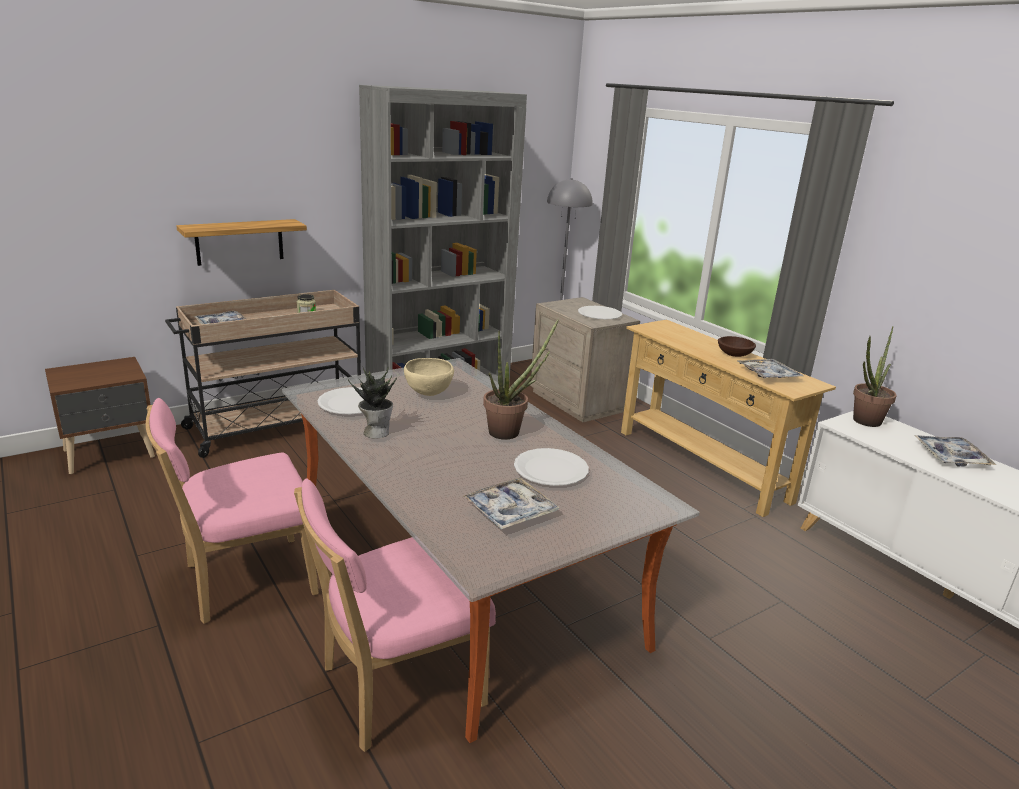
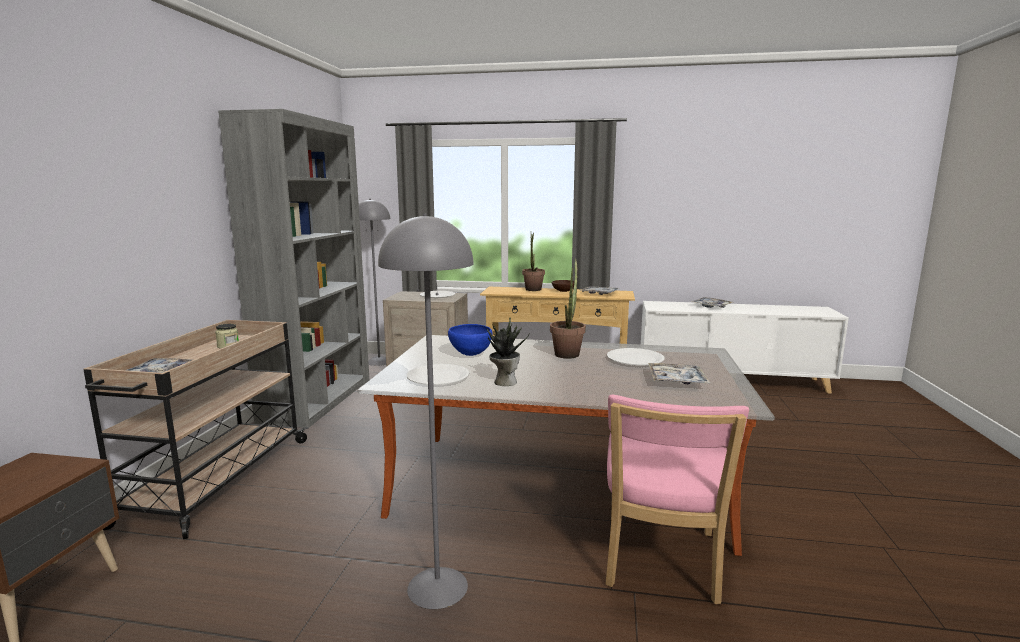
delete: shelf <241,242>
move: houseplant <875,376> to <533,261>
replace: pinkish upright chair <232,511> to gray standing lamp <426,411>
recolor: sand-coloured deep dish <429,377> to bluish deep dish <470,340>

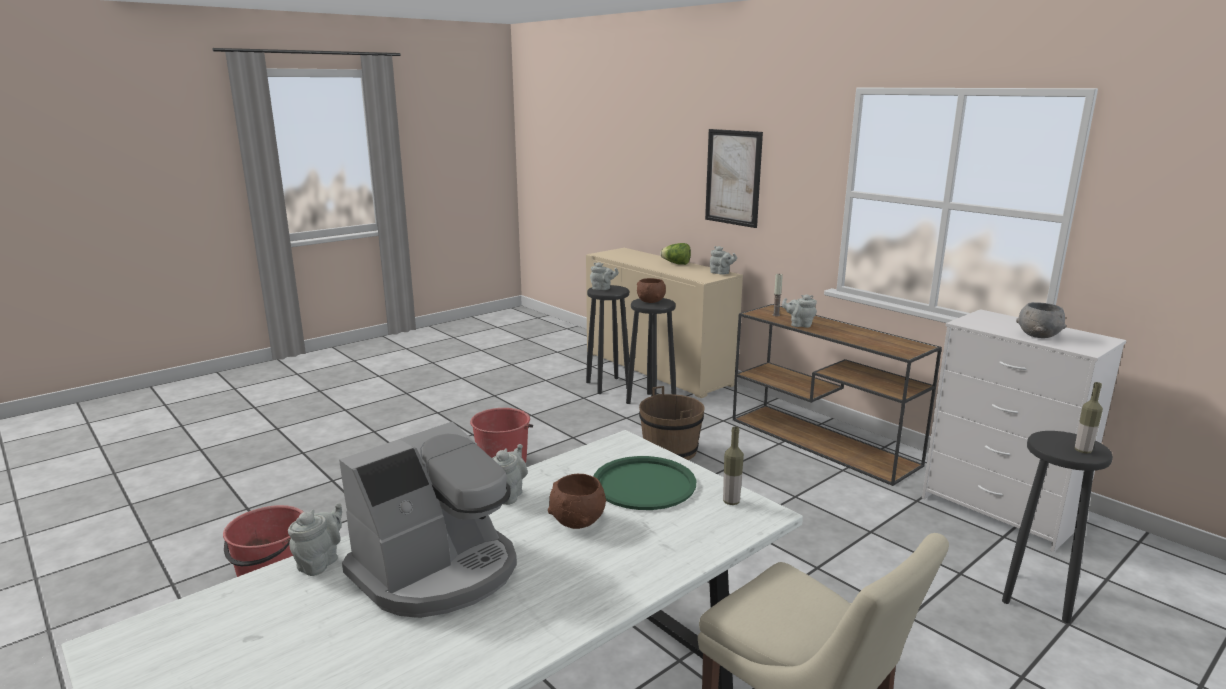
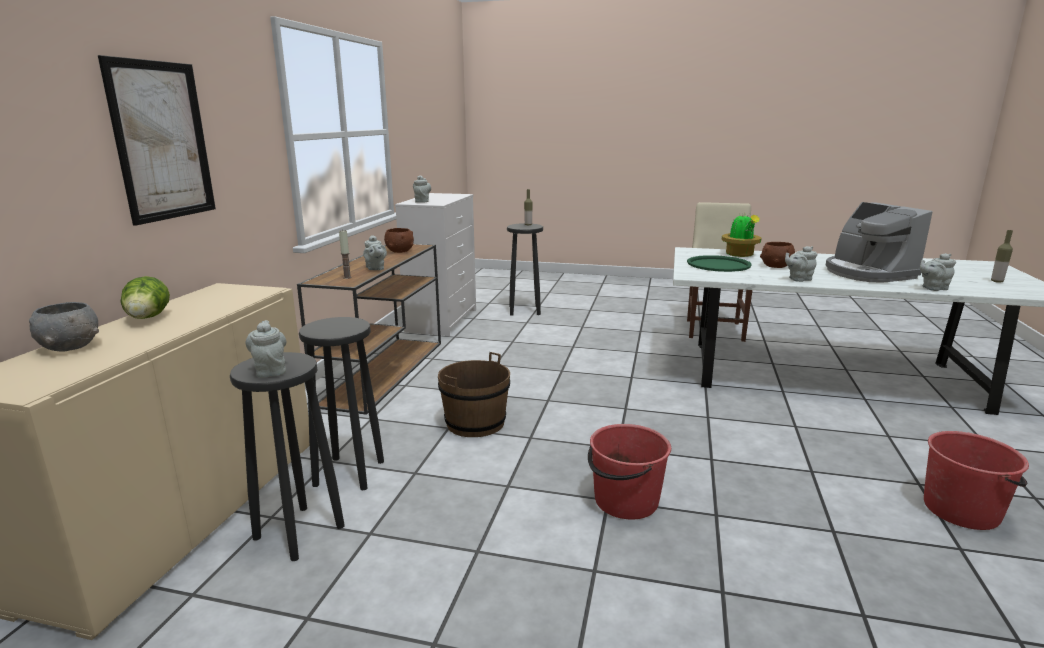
insert: houseplant <741,235>
move: brown deep dish <651,290> to <399,240>; gray teapot <723,260> to <422,189>; drink bottle <733,466> to <1002,256>; gray deep dish <1041,320> to <64,327>
rotate: coffee brewer <428,520> = <879,242> 120 degrees counterclockwise

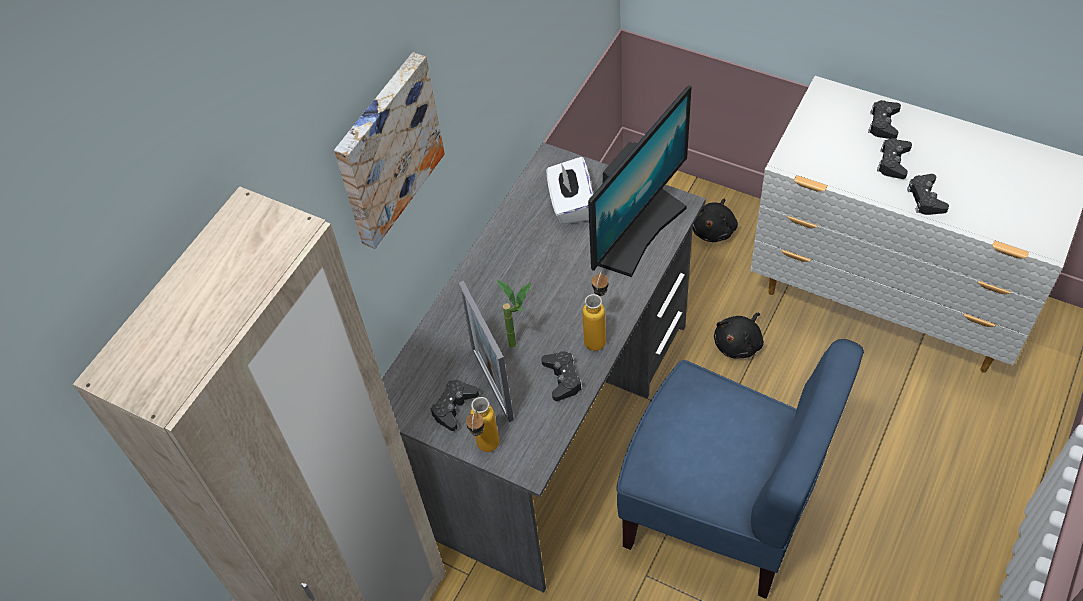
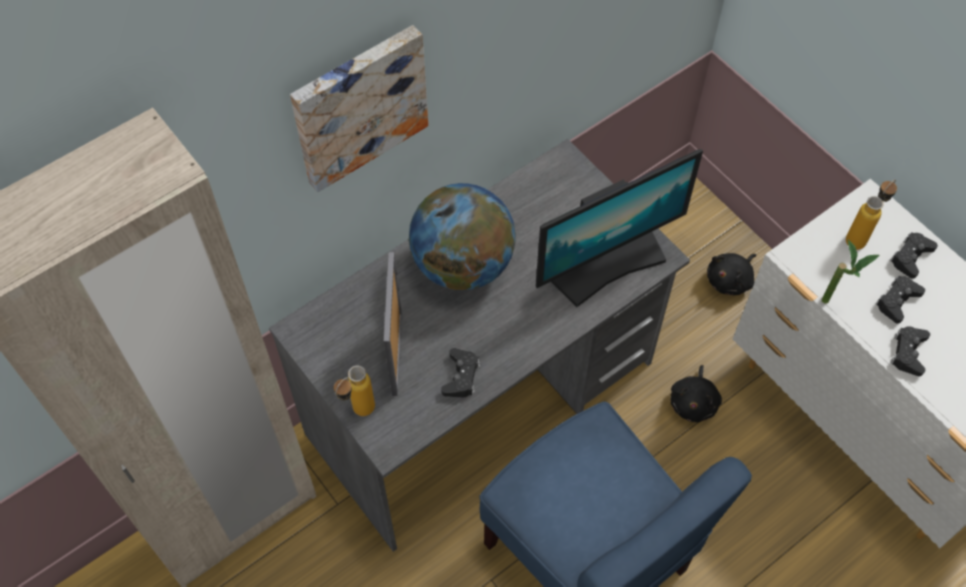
delete: black-coloured gamepad <455,405>; white-coloured box of tissues <570,190>
insert: globe <462,236>
move: houseplant <514,314> to <850,272>; drink bottle <595,311> to <871,214>
rotate: black-coloured soft toy <739,336> = <696,393> 45 degrees counterclockwise

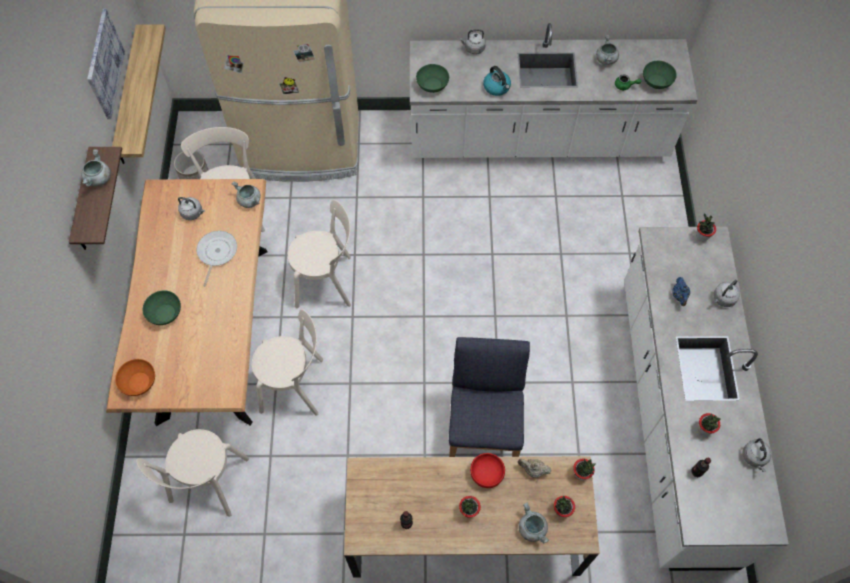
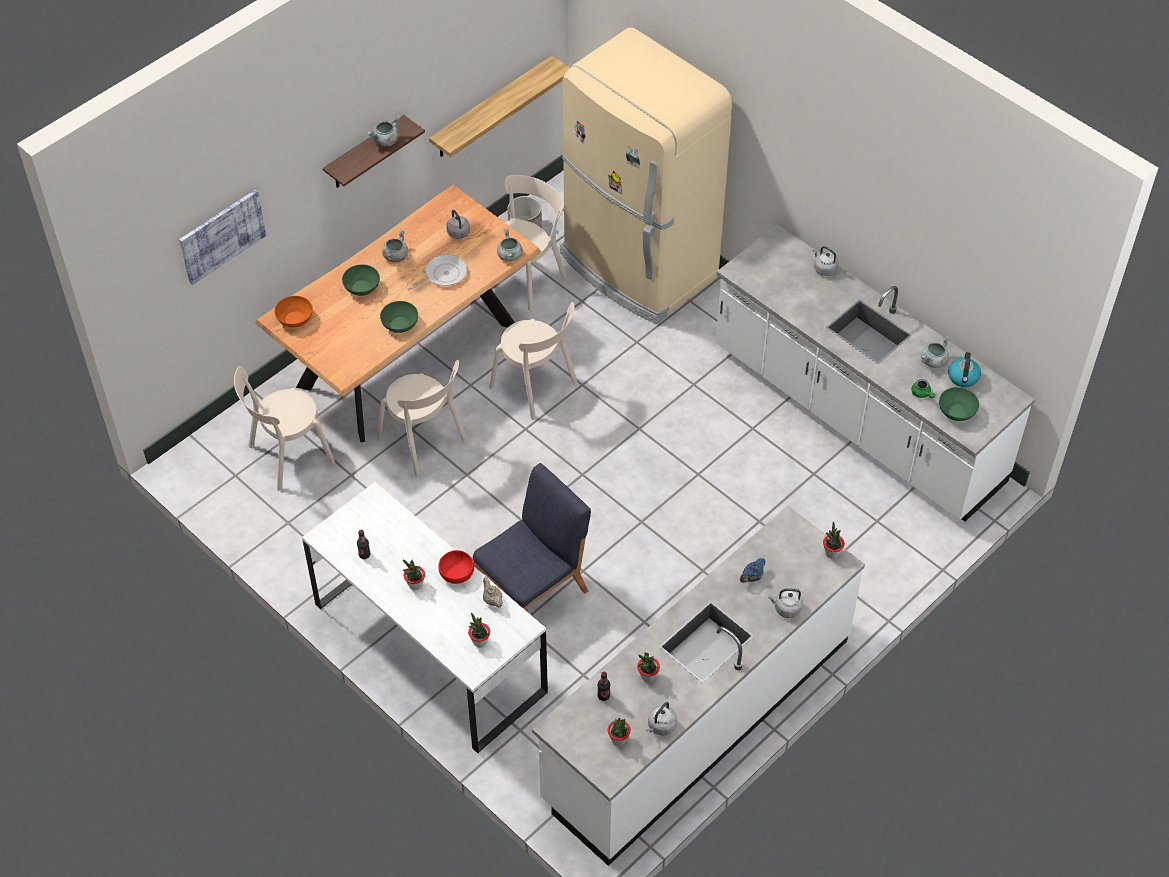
move: picture <106,64> to <222,237>; greenish deep dish <432,78> to <399,317>; kettle <497,81> to <964,369>; gray cooking pot <534,523> to <395,246>; houseplant <584,469> to <619,732>
recolor: brown desk unit <472,517> to white-coloured desk unit <425,617>

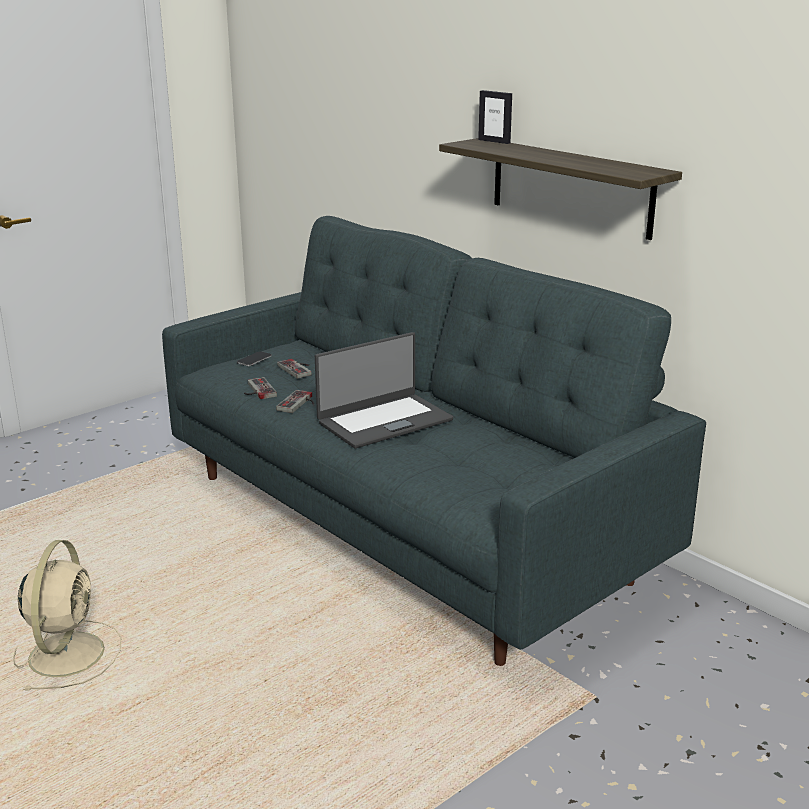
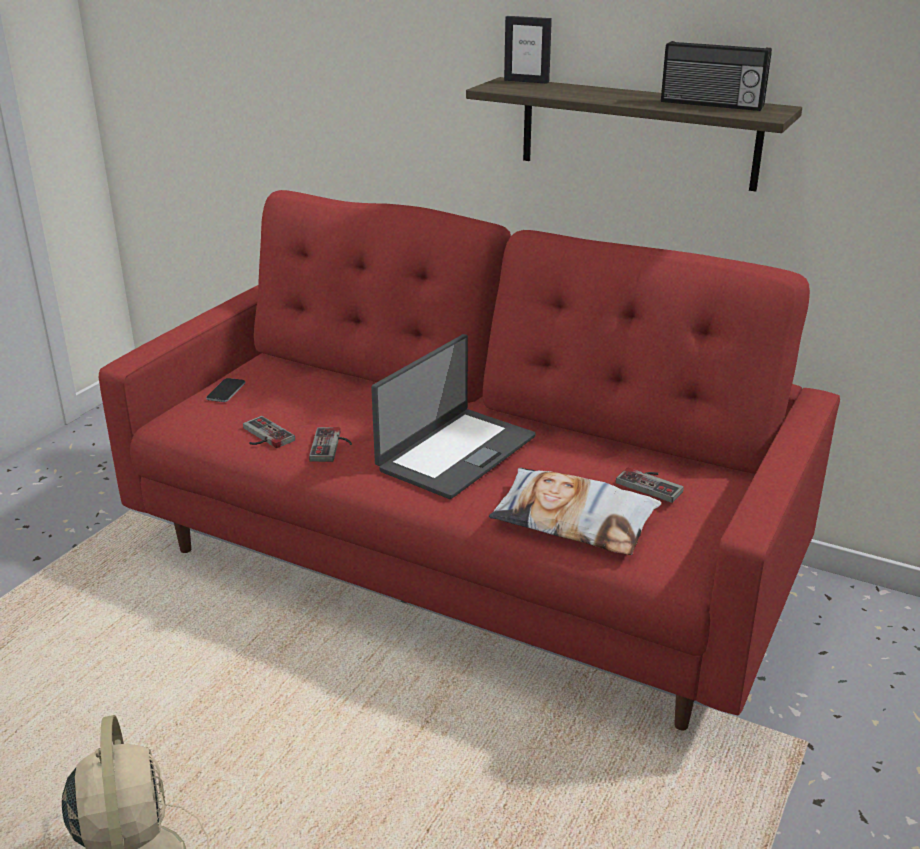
insert: throw pillow <575,511>; radio set <716,76>
move: gamepad <294,369> to <650,485>
recolor: gray settee <434,441> to red-coloured settee <469,460>

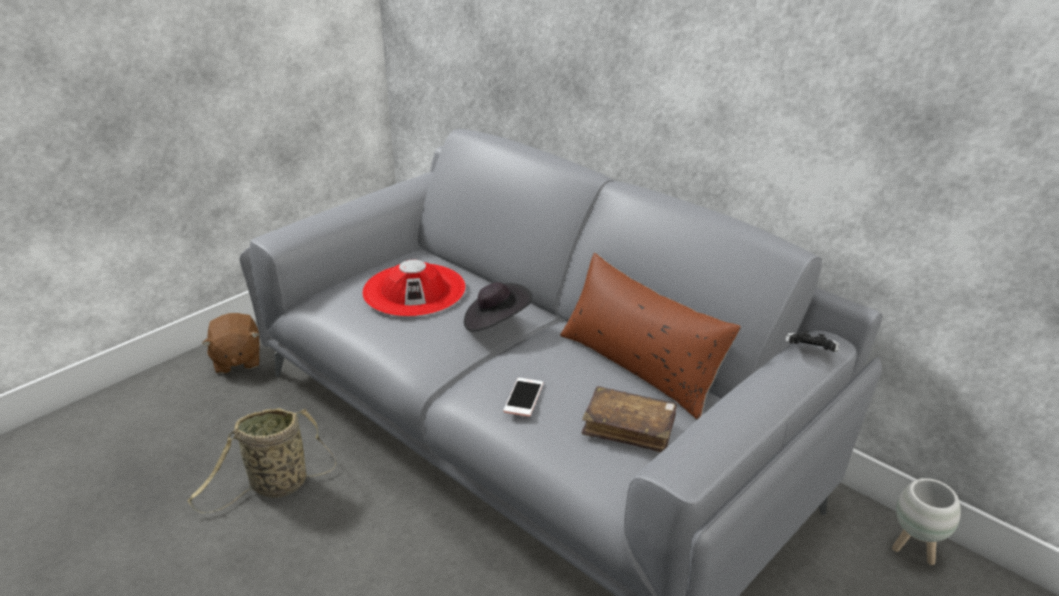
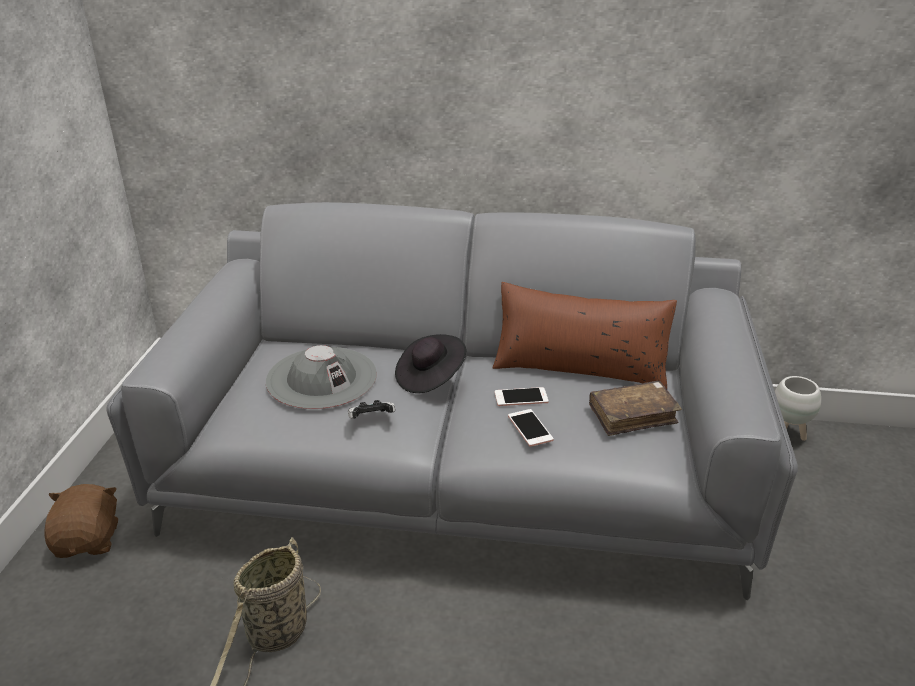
insert: phone <521,396>
move: gamepad <812,341> to <371,409>
recolor: red-coloured wearable hat <414,288> to gray wearable hat <321,377>
rotate: brown soft toy <231,343> = <81,521> 135 degrees counterclockwise

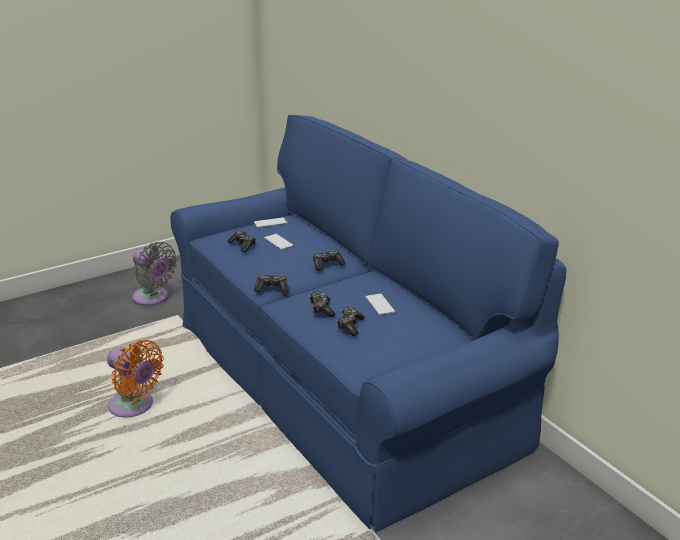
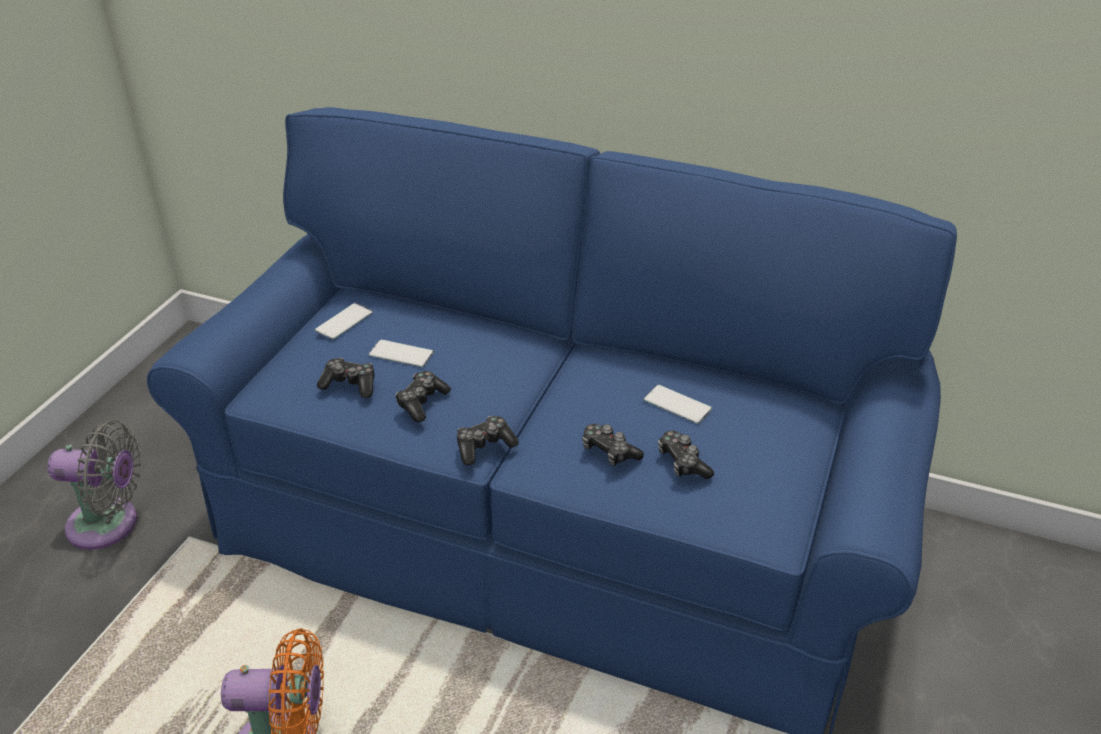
move: gamepad <329,260> to <423,396>

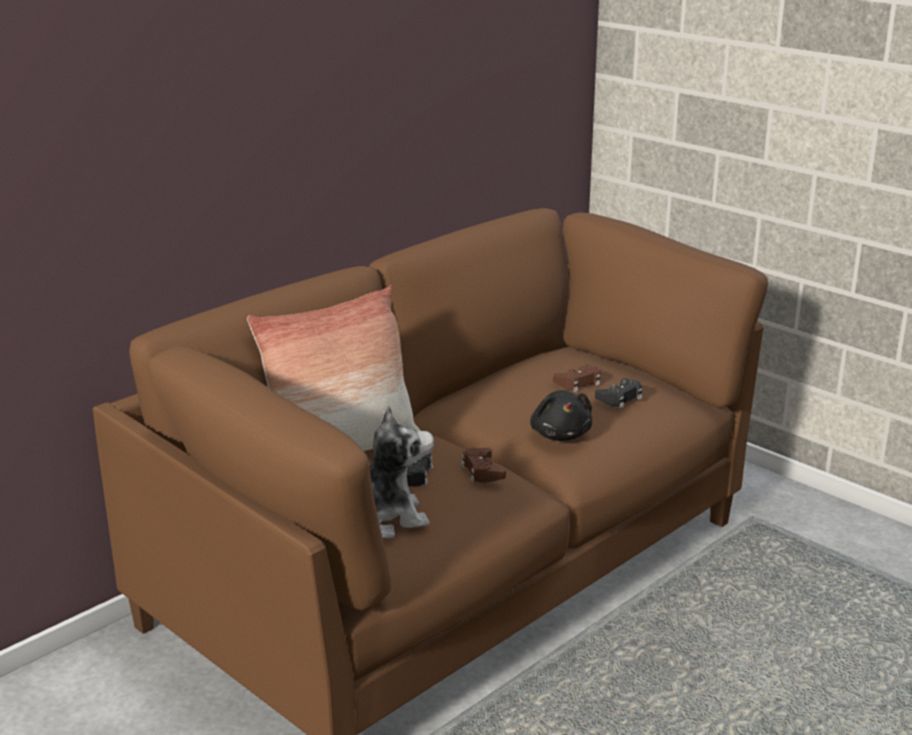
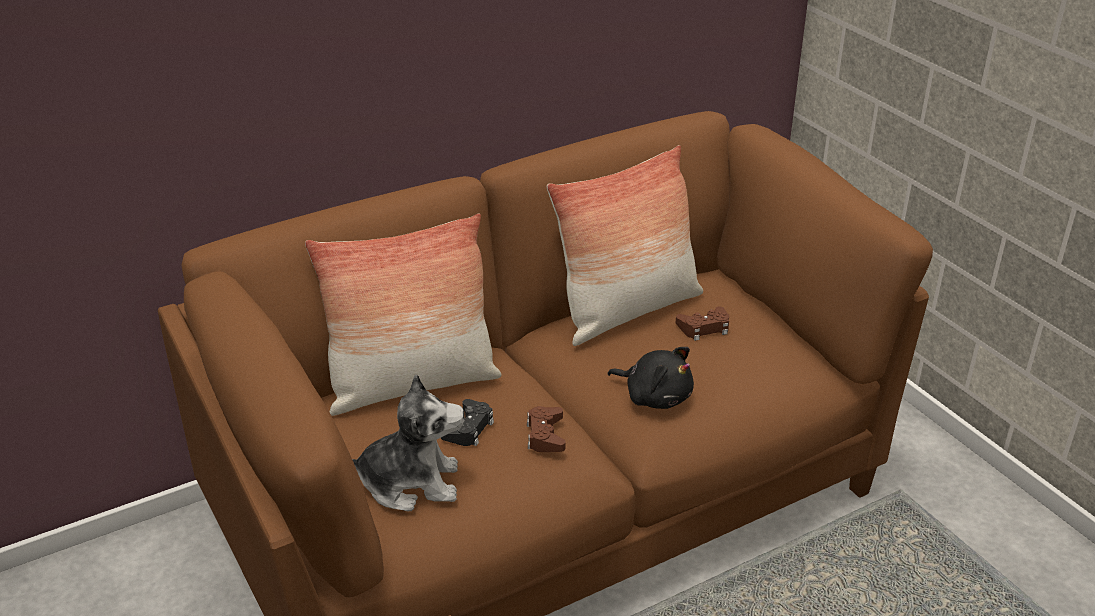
delete: black-coloured gamepad <618,393>
insert: throw pillow <625,245>
rotate: black-coloured soft toy <561,415> = <650,378> 60 degrees counterclockwise

